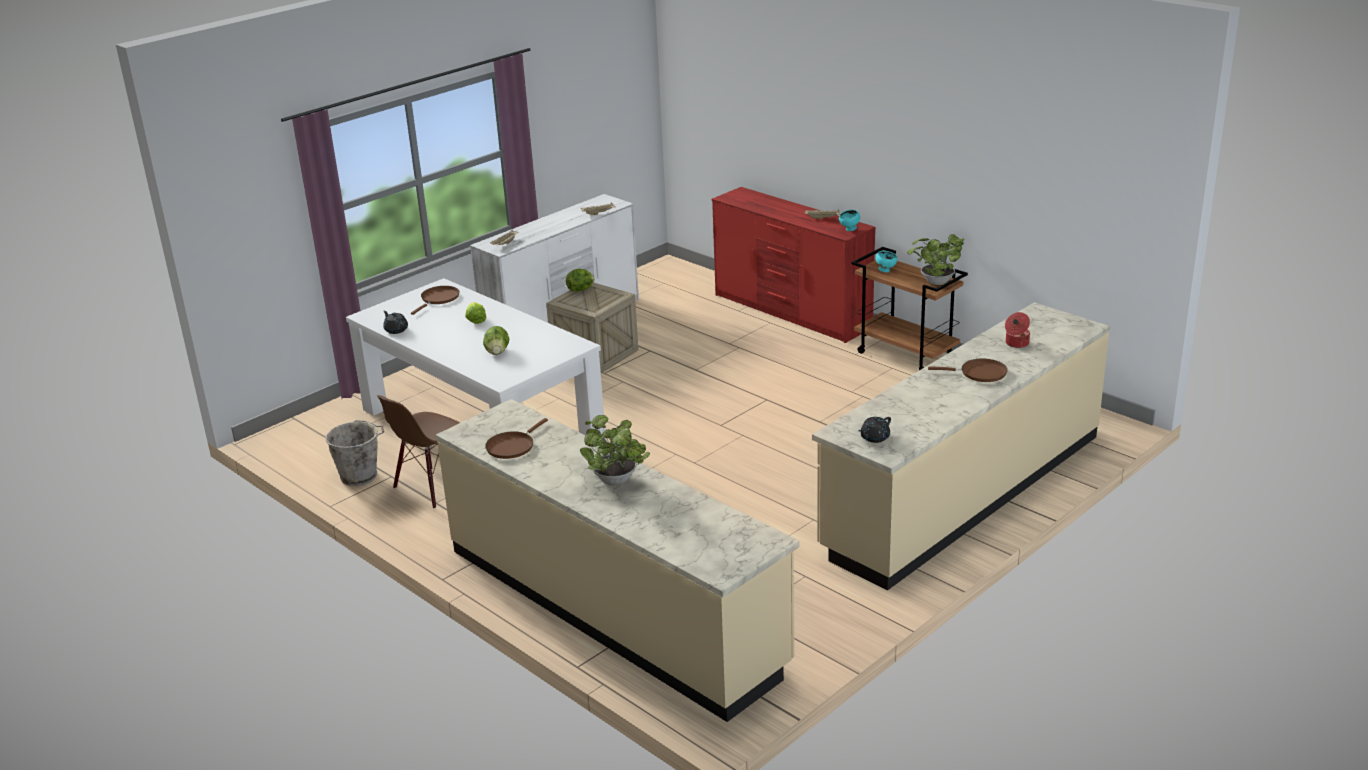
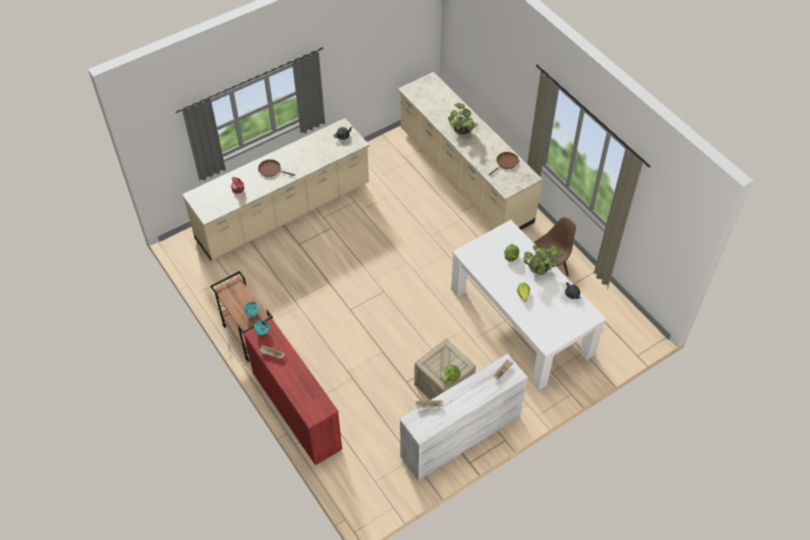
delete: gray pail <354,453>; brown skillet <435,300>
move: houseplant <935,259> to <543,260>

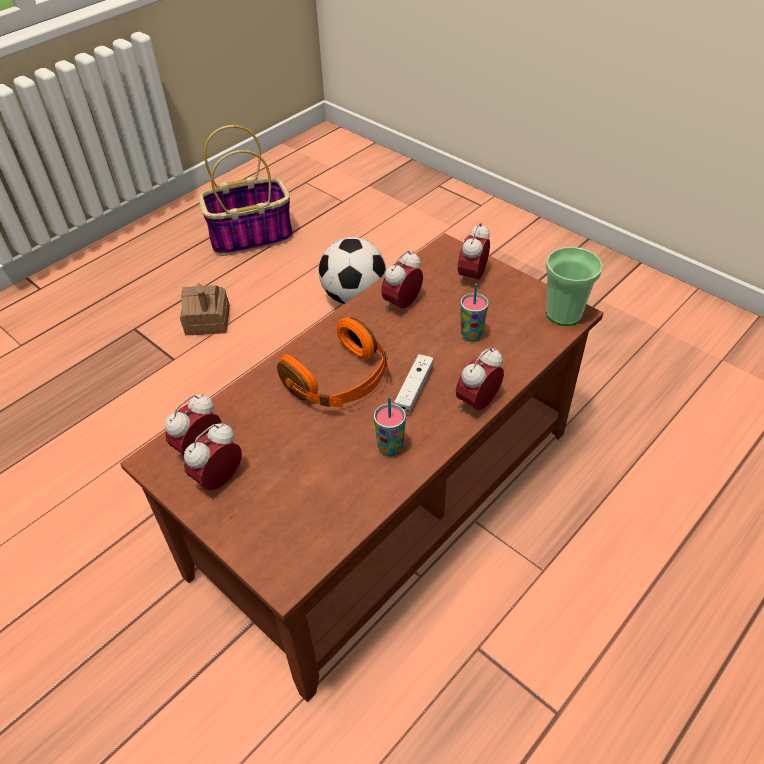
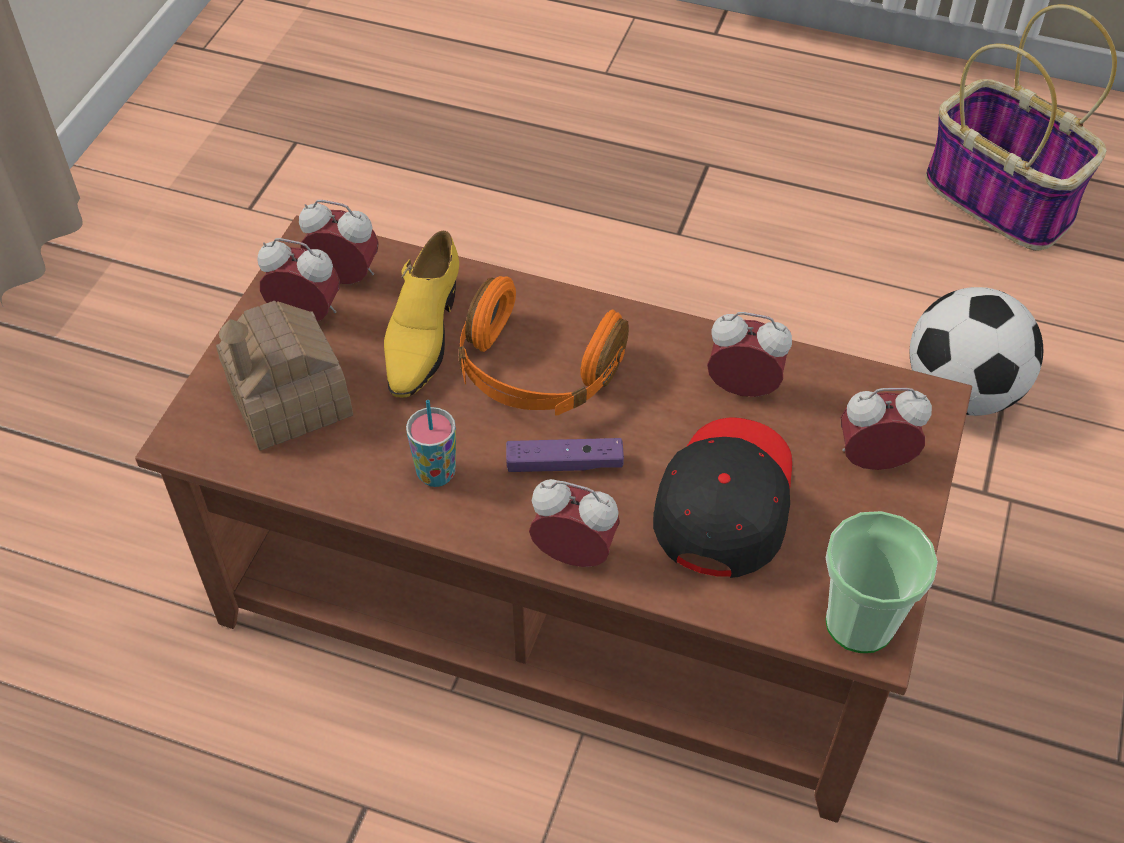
insert: yellowish shoe <421,314>
move: miniature house <205,309> to <284,376>
replace: small cup <474,313> to black-coloured baseball cap <722,497>
recolor: white-coloured gamepad <414,384> to purple gamepad <565,455>

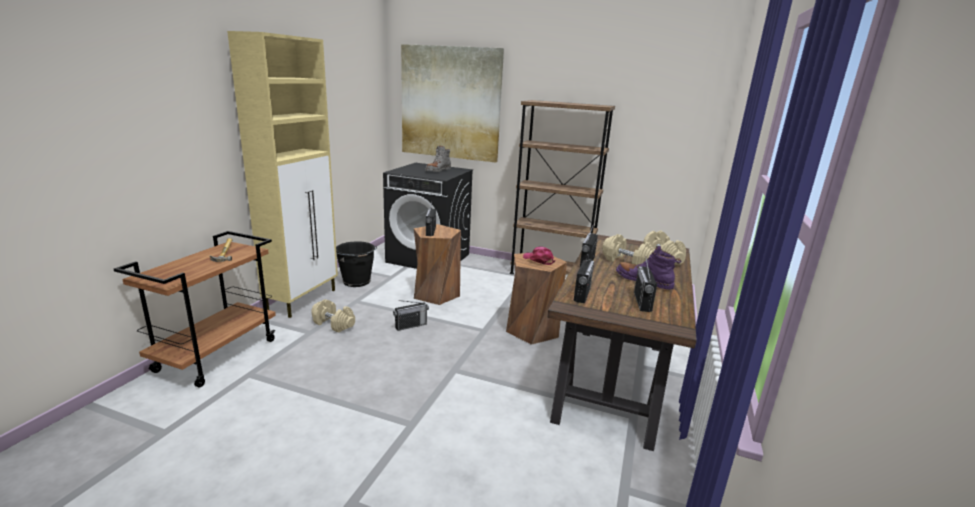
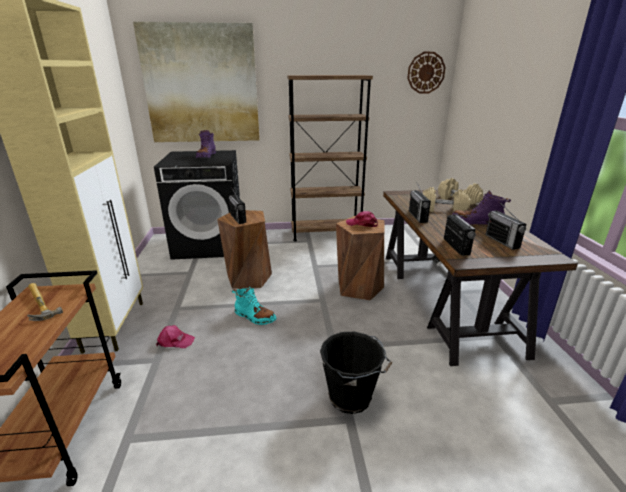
insert: hanging clock <426,72>
move: black-coloured pail <356,264> to <356,373>
replace: sand-coloured free weight <333,315> to pinkish baseball cap <175,336>; radio set <411,315> to blue-green tall boot <254,306>
recolor: gray tall boot <438,159> to purple tall boot <206,144>

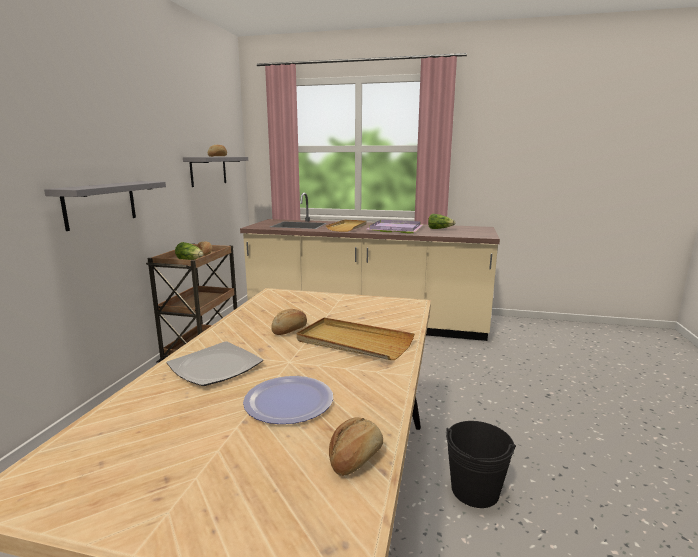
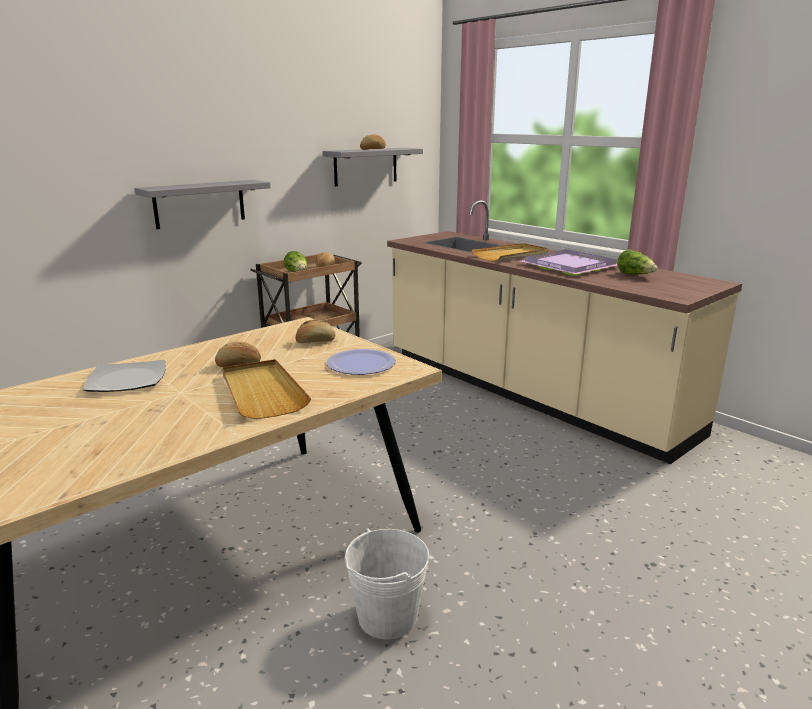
move: flat dish <288,400> to <361,362>; bread <356,446> to <315,331>
recolor: black-coloured pail <481,464> to white-coloured pail <387,584>

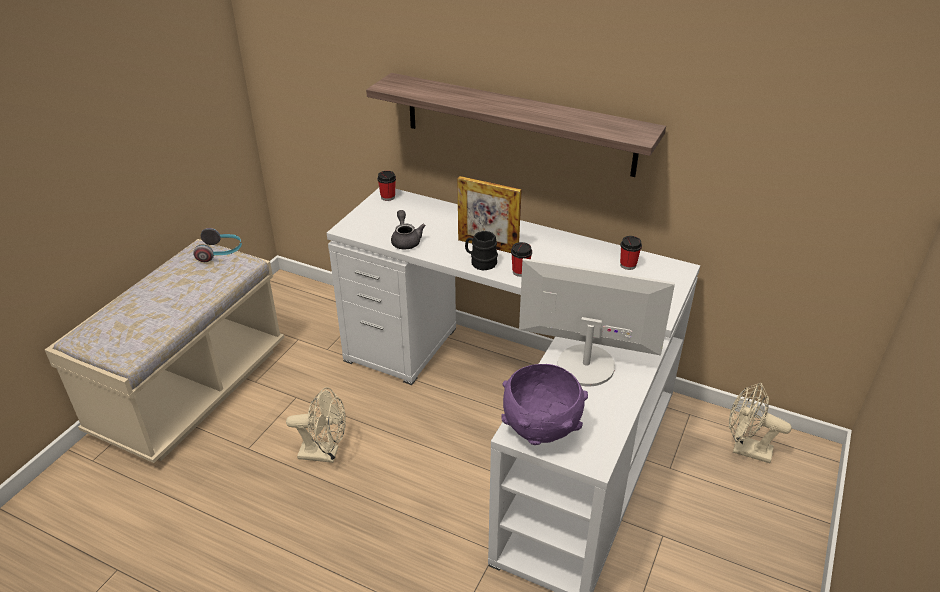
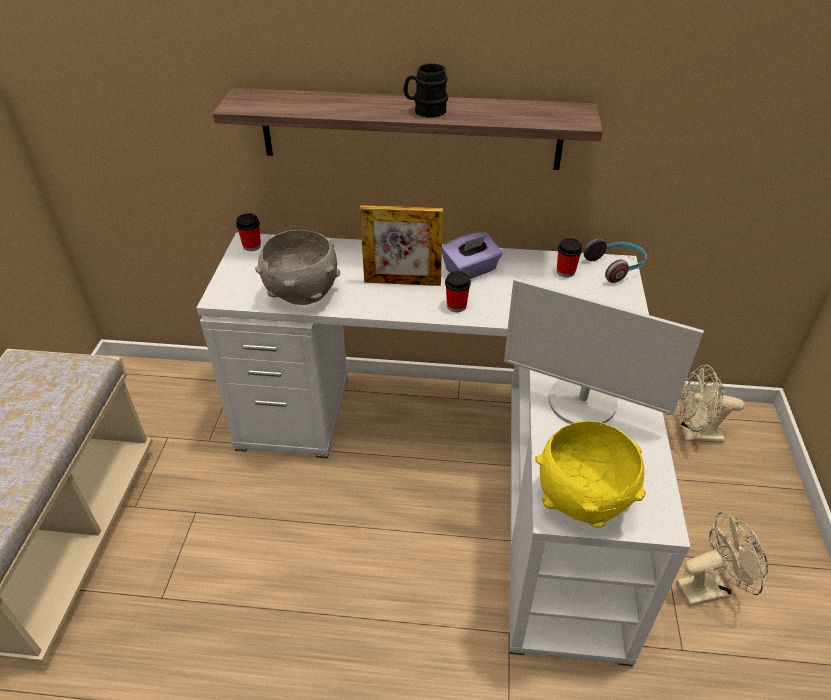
insert: purple box of tissues <472,255>
move: headset <217,245> to <615,261>; sand-coloured cooling fan <316,425> to <722,559>; black-coloured coffee mug <481,251> to <426,90>
replace: gray teapot <408,230> to gray deep dish <297,267>
recolor: purple deep dish <544,404> to yellowish deep dish <590,474>
rotate: computer display <597,322> = <604,351> 150 degrees counterclockwise

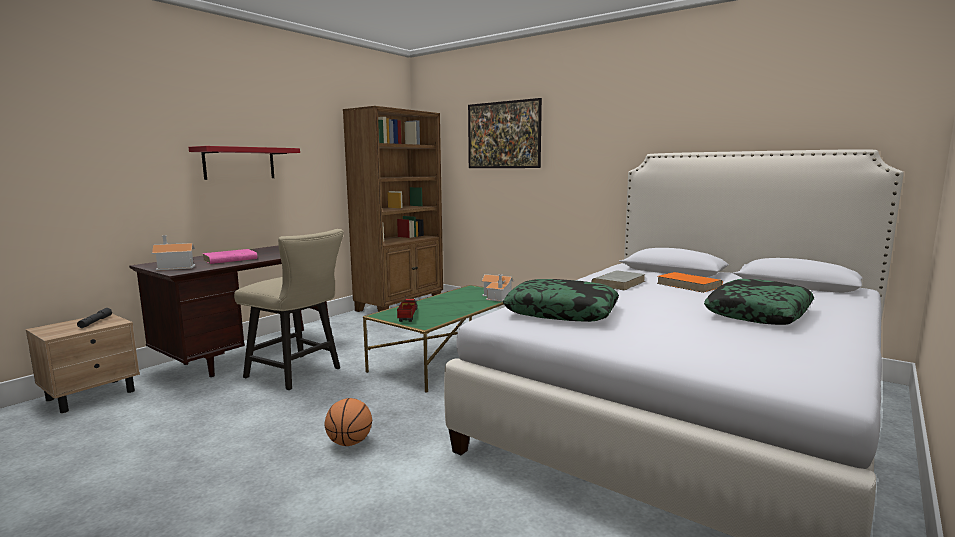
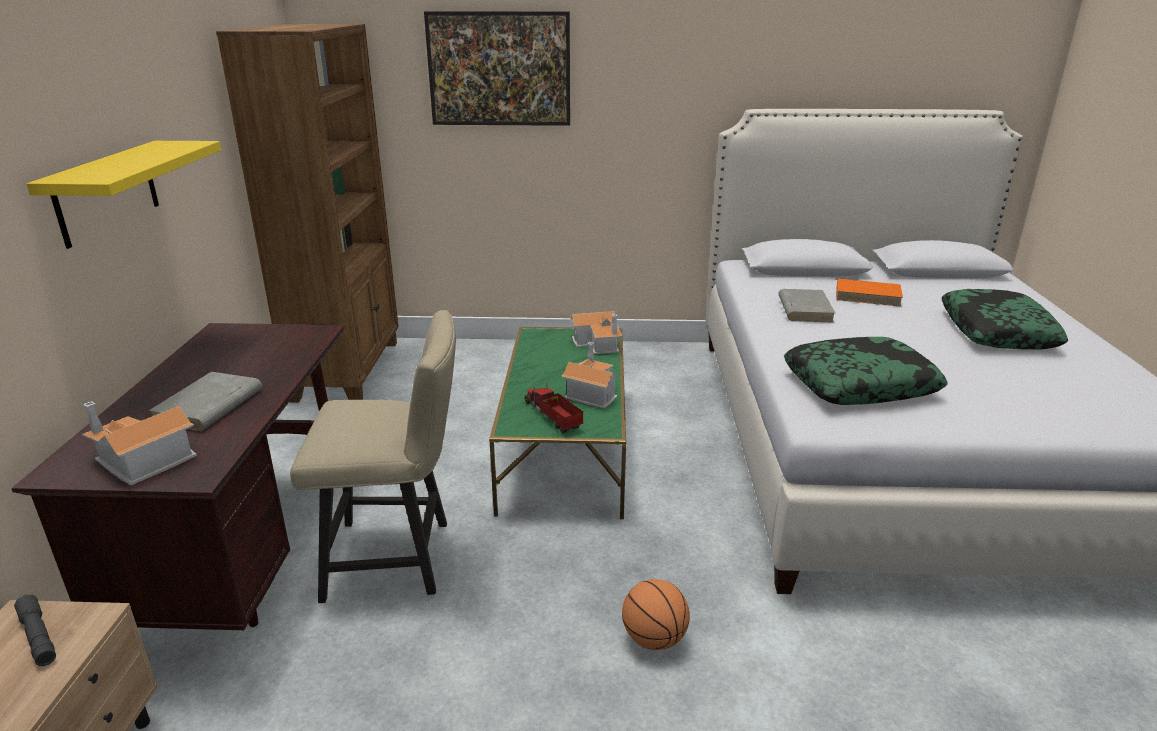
insert: miniature house <590,375>
recolor: red-coloured shelf <244,163> to yellowish shelf <124,195>; pinkish book <229,256> to gray book <205,401>

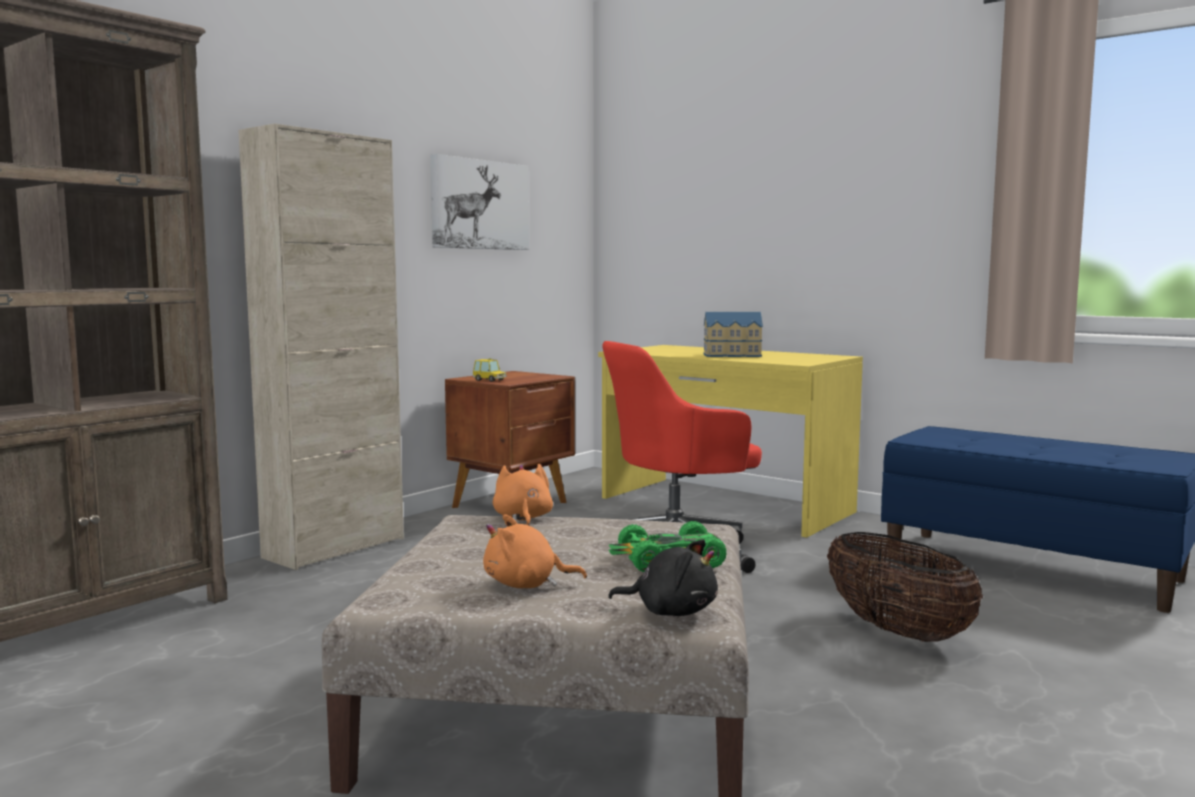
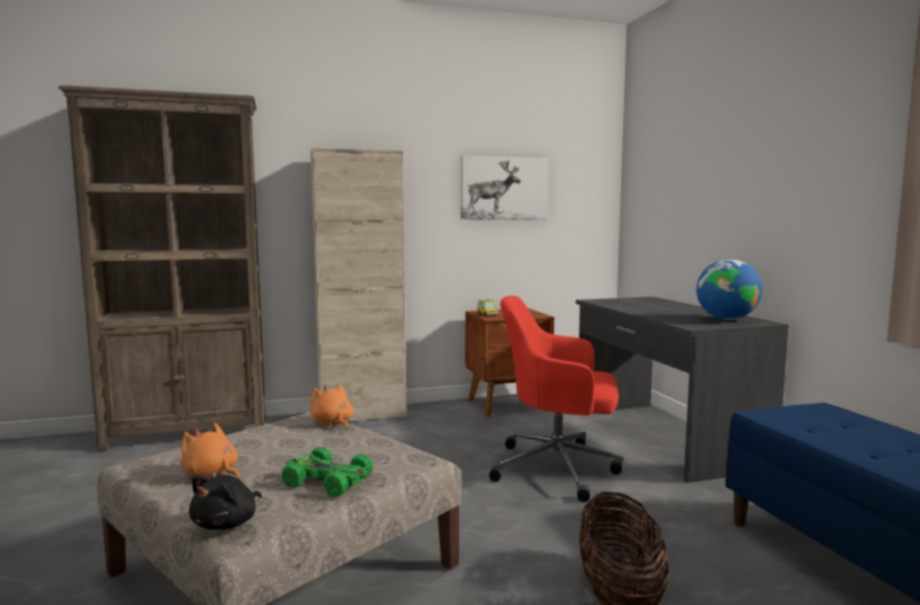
delete: miniature house <733,334>
insert: globe <729,289>
recolor: yellowish desk unit <730,441> to gray desk unit <682,390>
rotate: orange-coloured soft toy <523,494> = <332,406> 60 degrees counterclockwise; black-coloured soft toy <663,577> = <225,502> 60 degrees clockwise

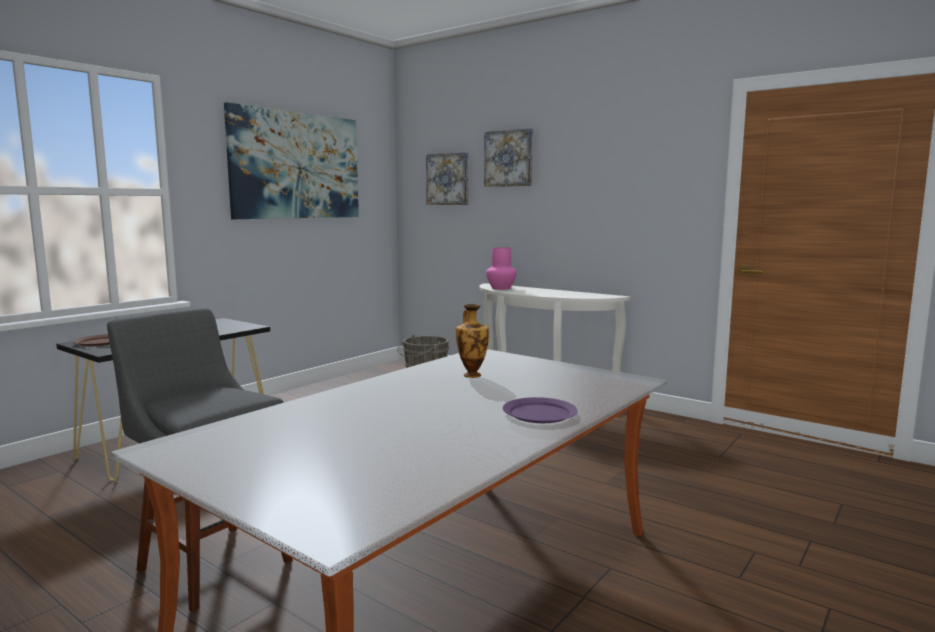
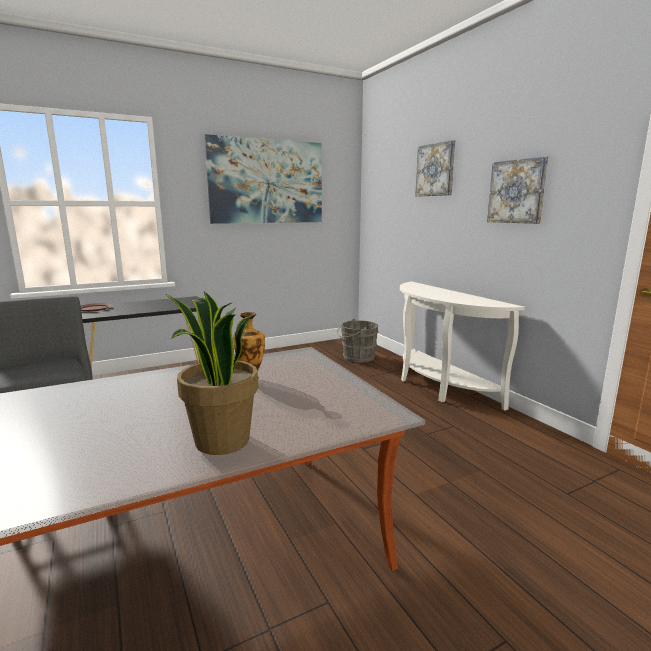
delete: pinkish decorative vase <501,268>
move: picture <447,178> to <517,190>
replace: purple flat dish <540,410> to houseplant <212,373>

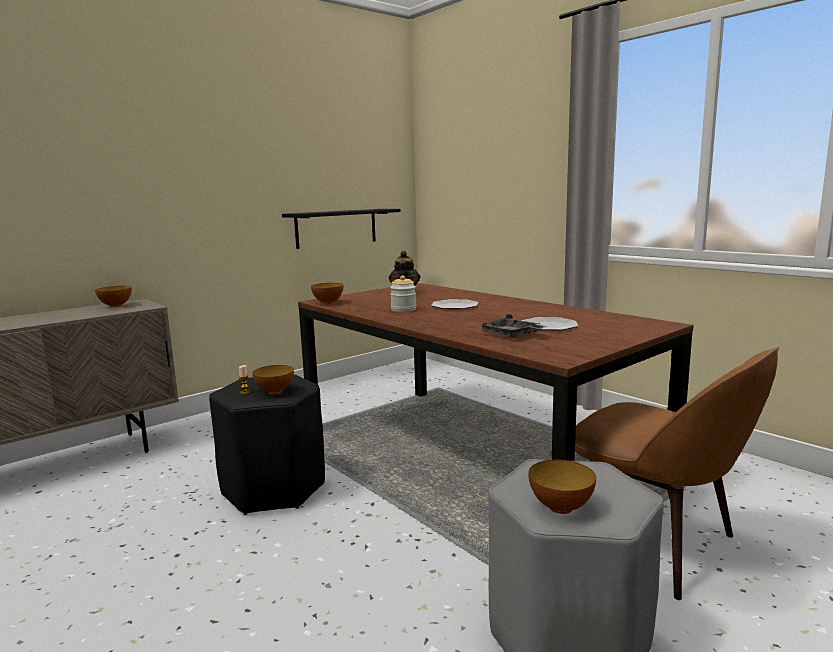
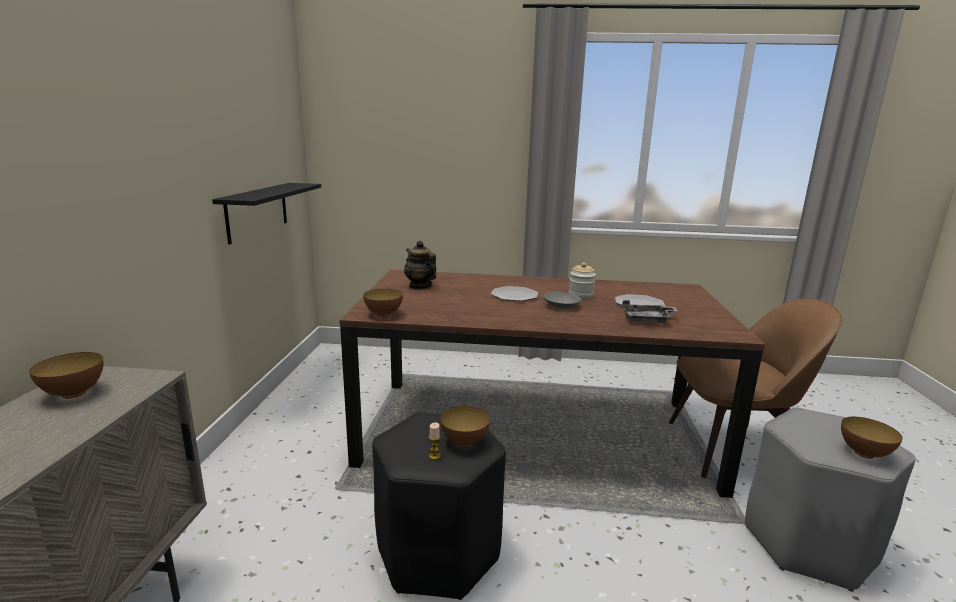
insert: gray deep dish <562,300>
move: jar <403,293> to <582,281>

